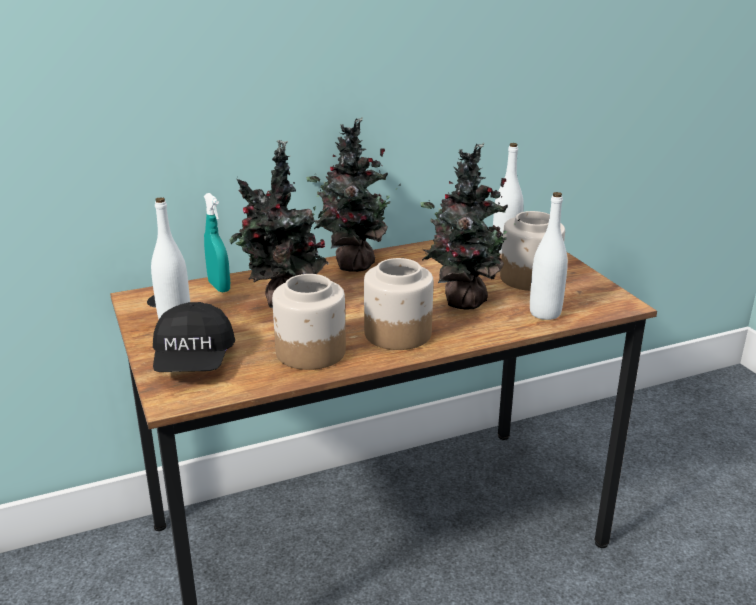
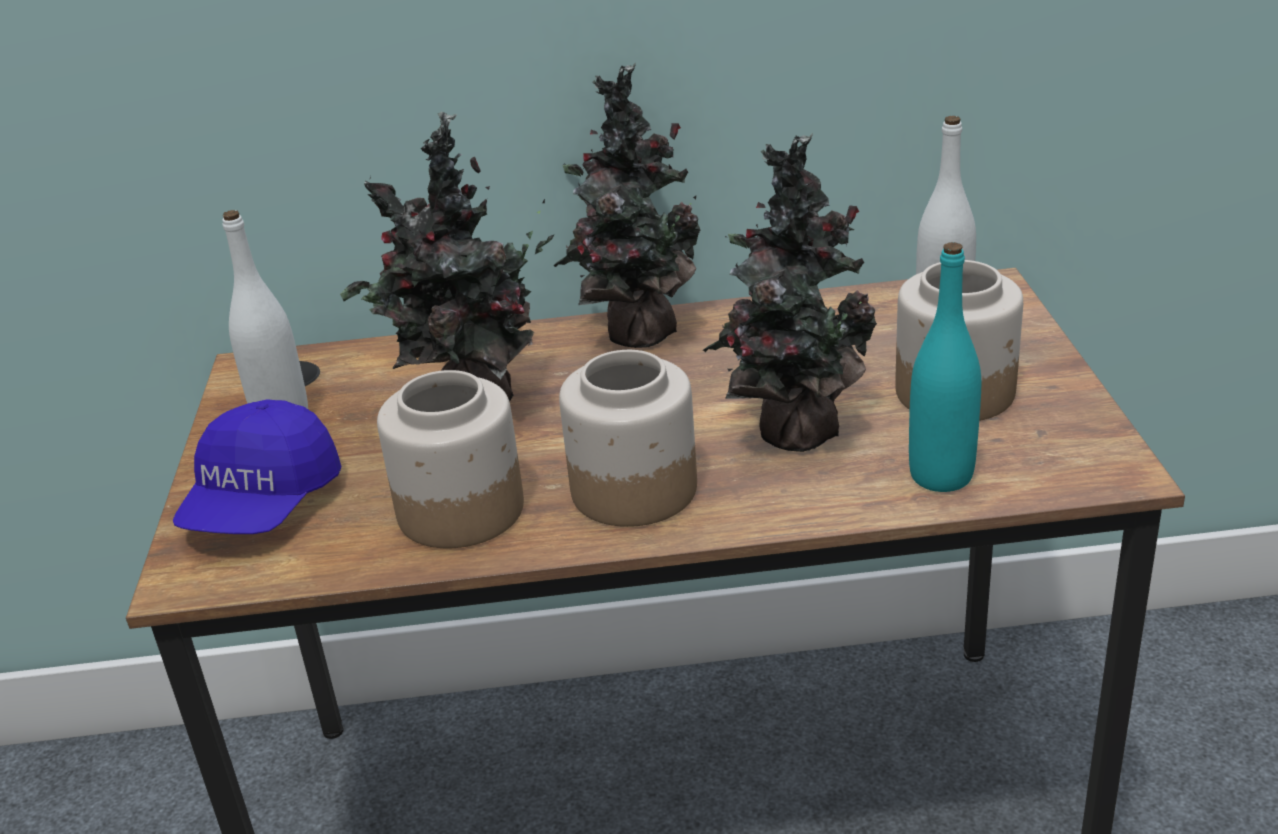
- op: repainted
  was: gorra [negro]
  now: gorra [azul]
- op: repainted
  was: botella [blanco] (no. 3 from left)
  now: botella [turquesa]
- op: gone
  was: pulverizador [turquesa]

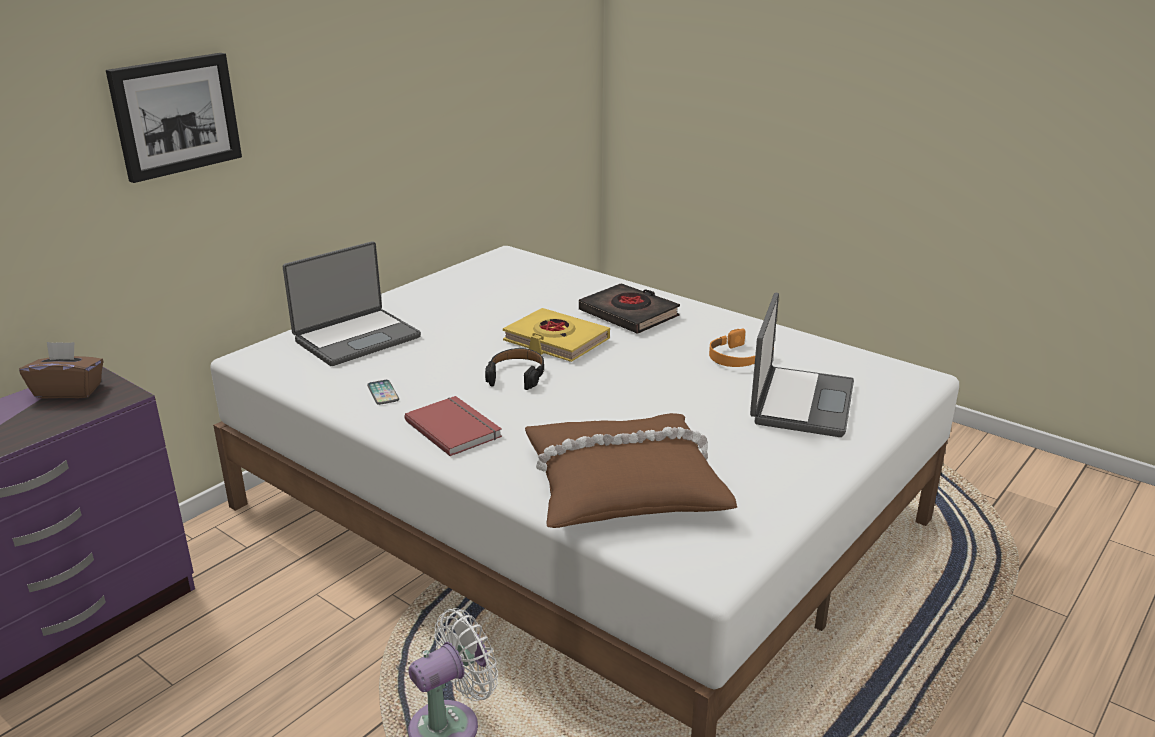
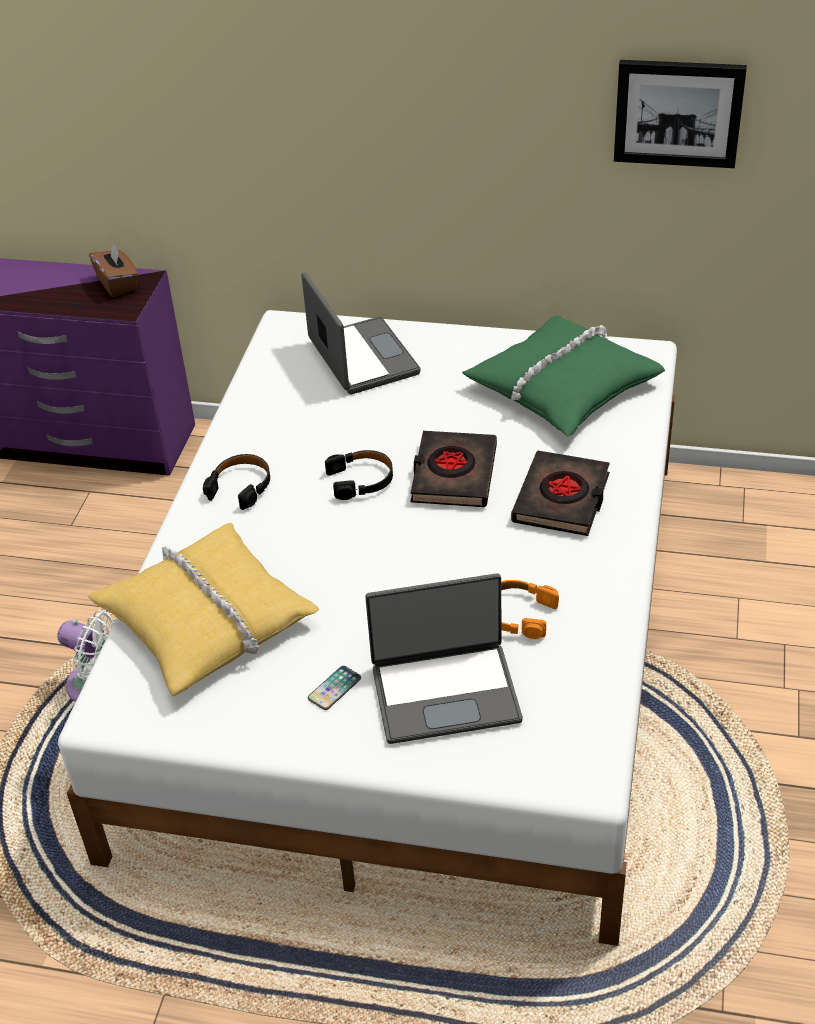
- op: repainted
  was: cojín [marrón]
  now: cojín [amarillo]
- op: swapped
  was: libro [rojo]
  now: auriculares [negro] (no. 1 from left)
- op: rotated
  was: portátil (no. 1 from left)
  clockwise: -135
- op: shifted
  was: móvil
- op: repainted
  was: libro [amarillo]
  now: libro [negro] (no. 1 from left)
- op: new
  now: cojín [verde]
- op: shifted
  was: cuadro

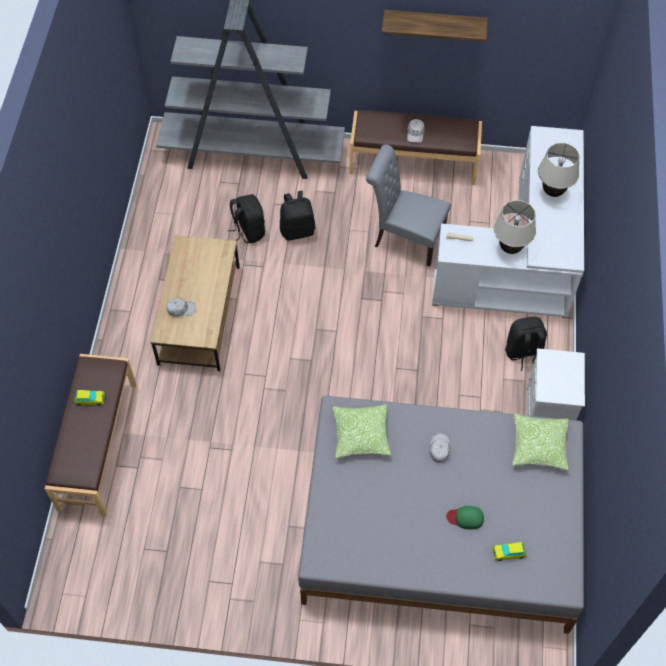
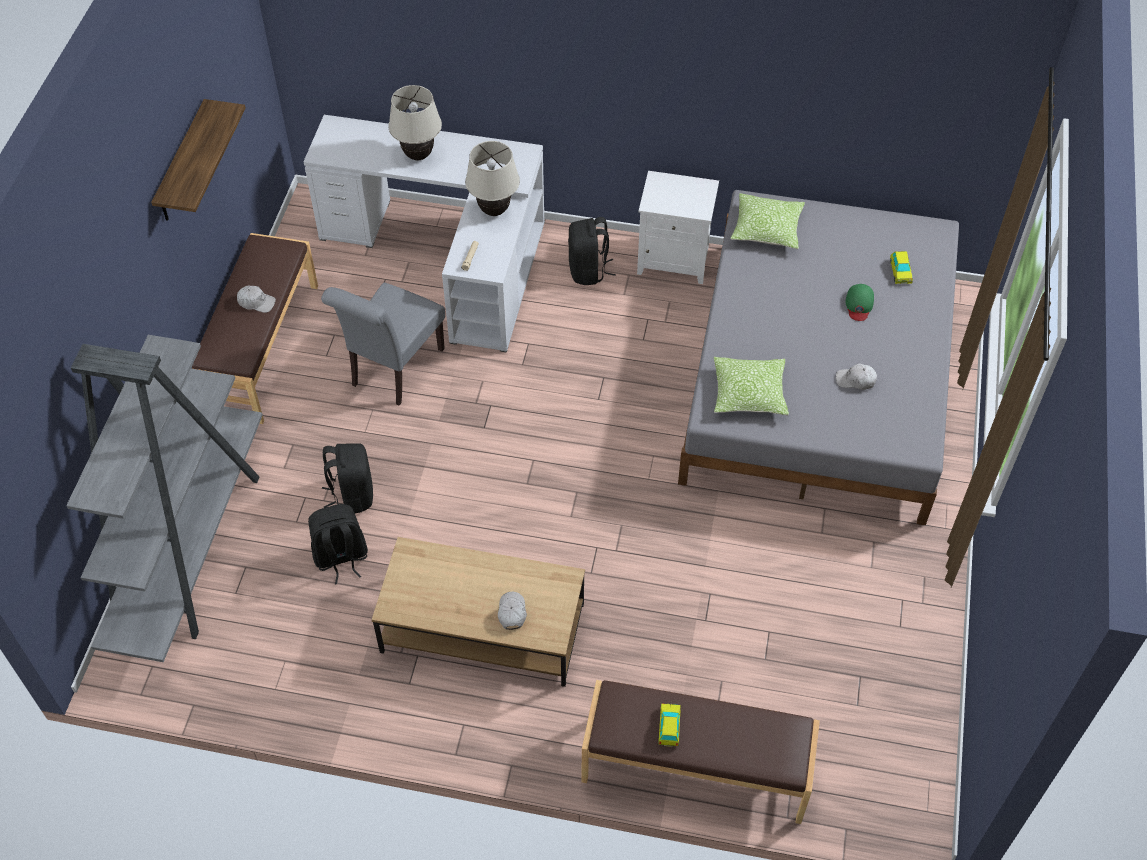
- op: shifted
  was: gorra [blanco] (no. 3 from left)

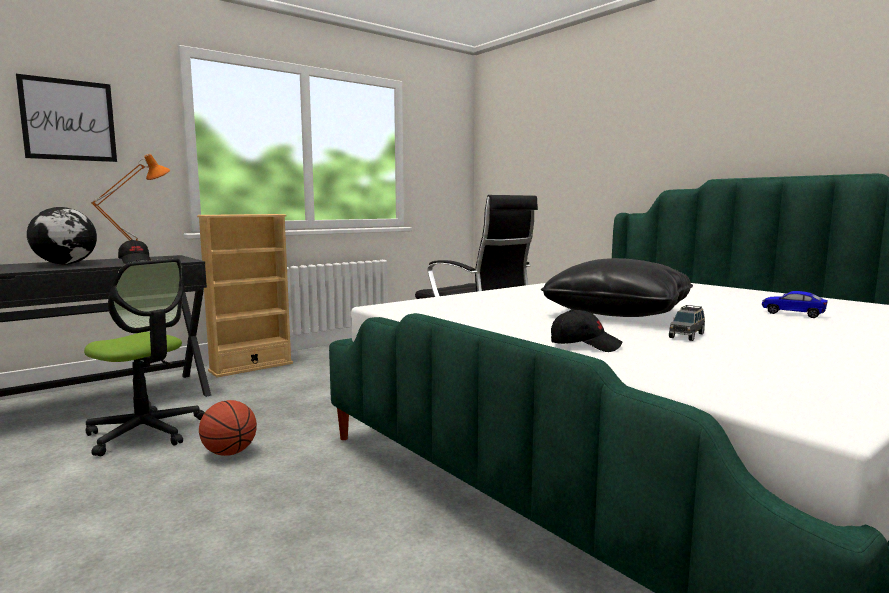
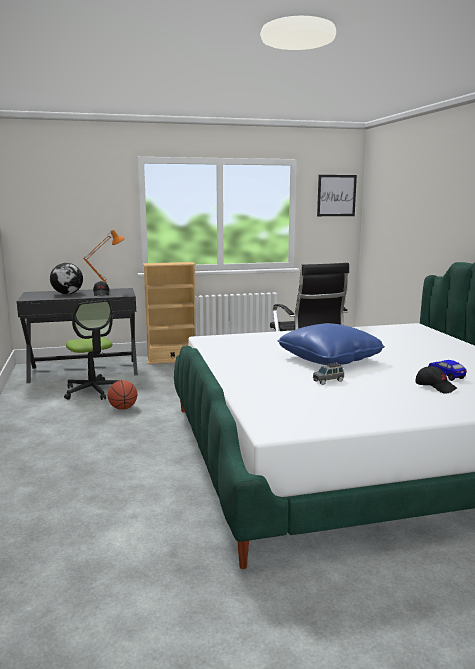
- op: repainted
  was: cojín [negro]
  now: cojín [azul]
- op: shifted
  was: cuadro
- op: shifted
  was: gorra [negro] (no. 2 from left)

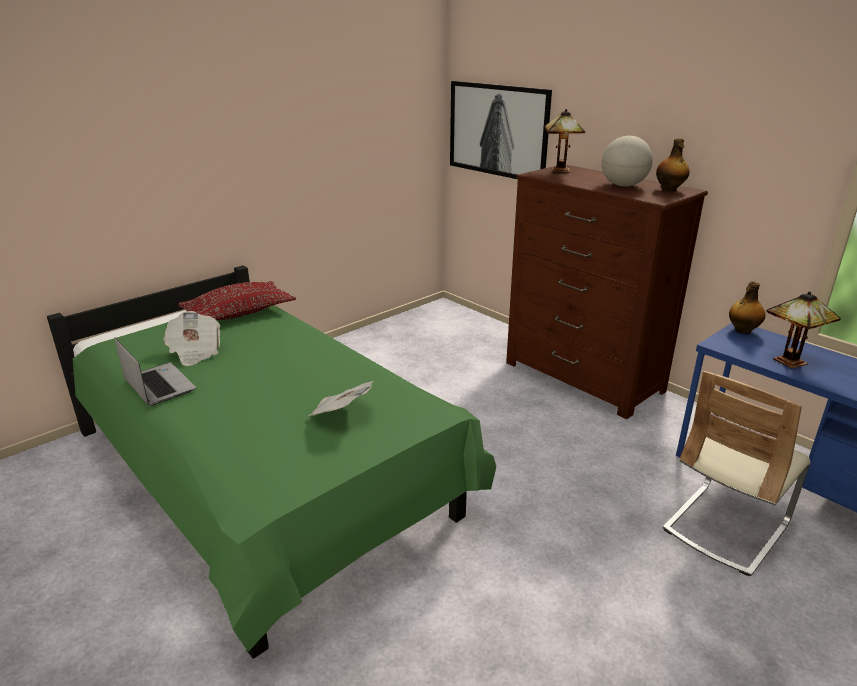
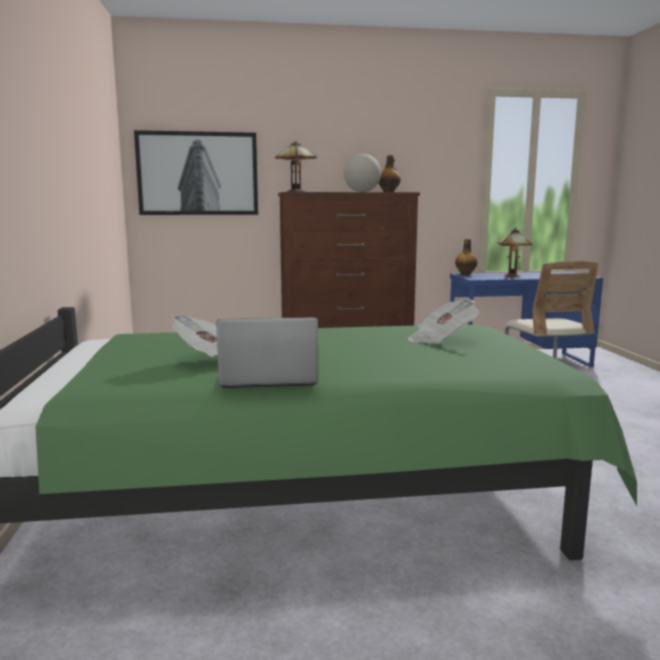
- op: gone
  was: cojín [rojo]

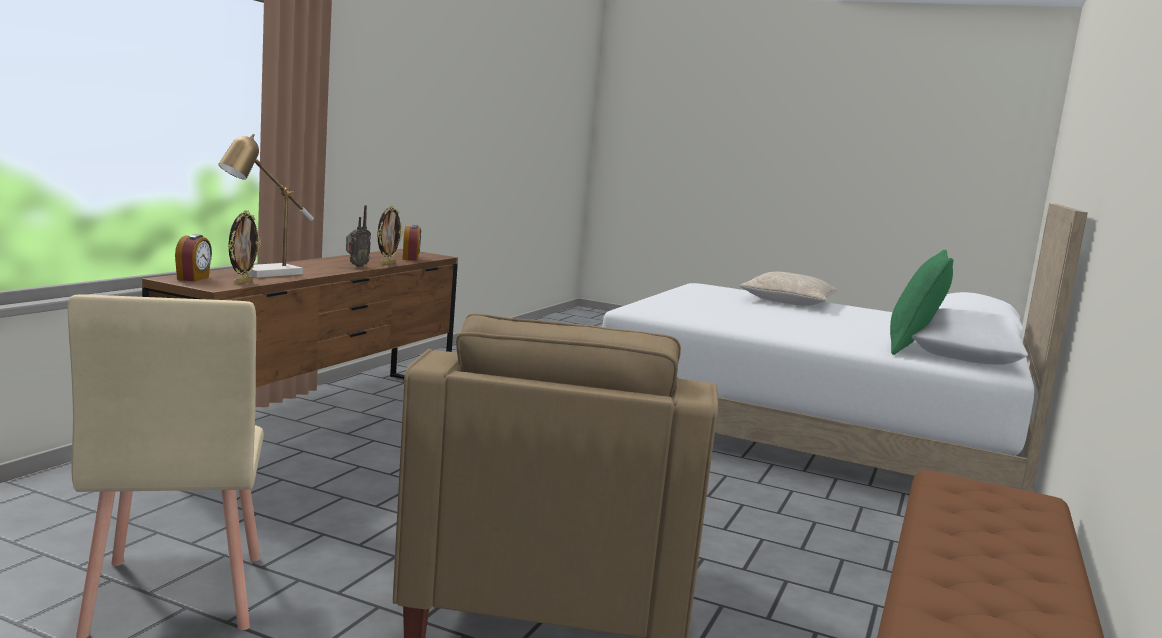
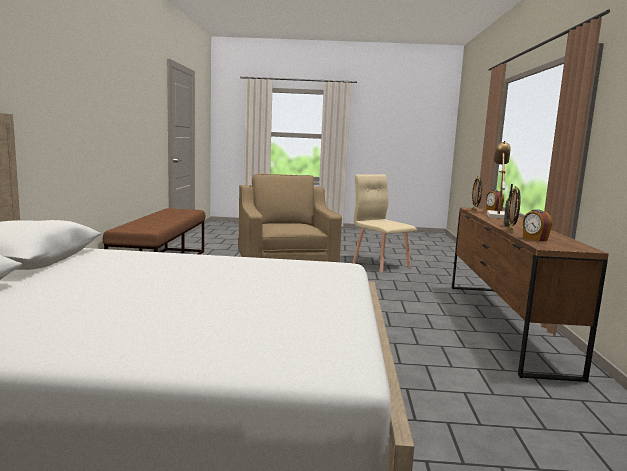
- op: gone
  was: cojín [beis]
- op: gone
  was: cojín [verde]

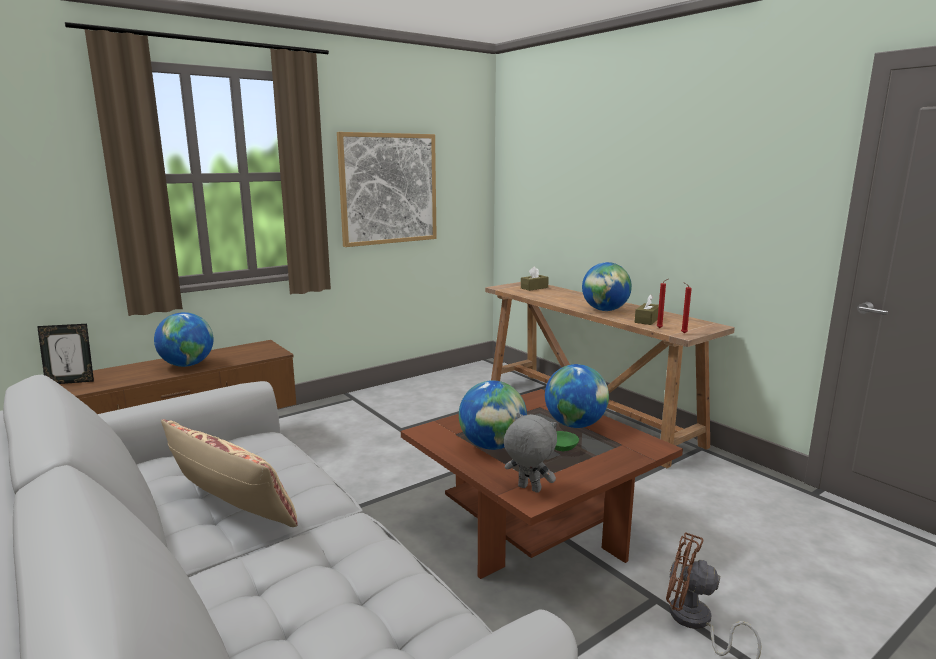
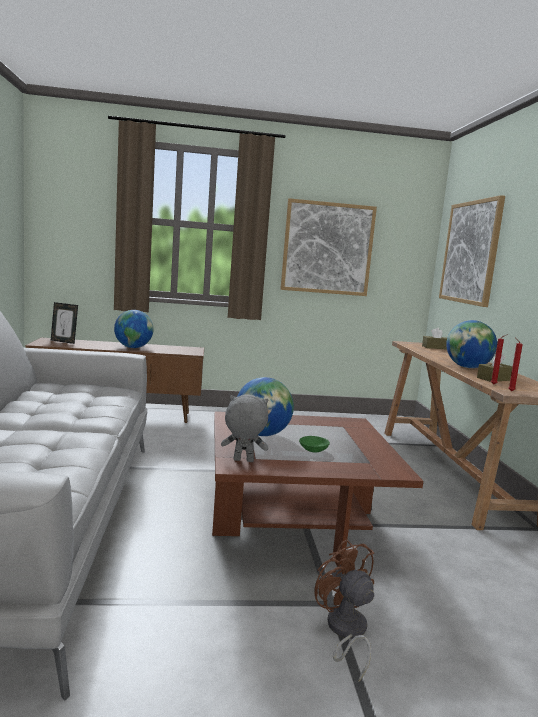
- op: rotated
  was: peluche [gris]
  clockwise: -60
- op: new
  now: cuadro (no. 2 from left)
- op: gone
  was: cojín [beis]
- op: gone
  was: globo terráqueo (no. 3 from left)

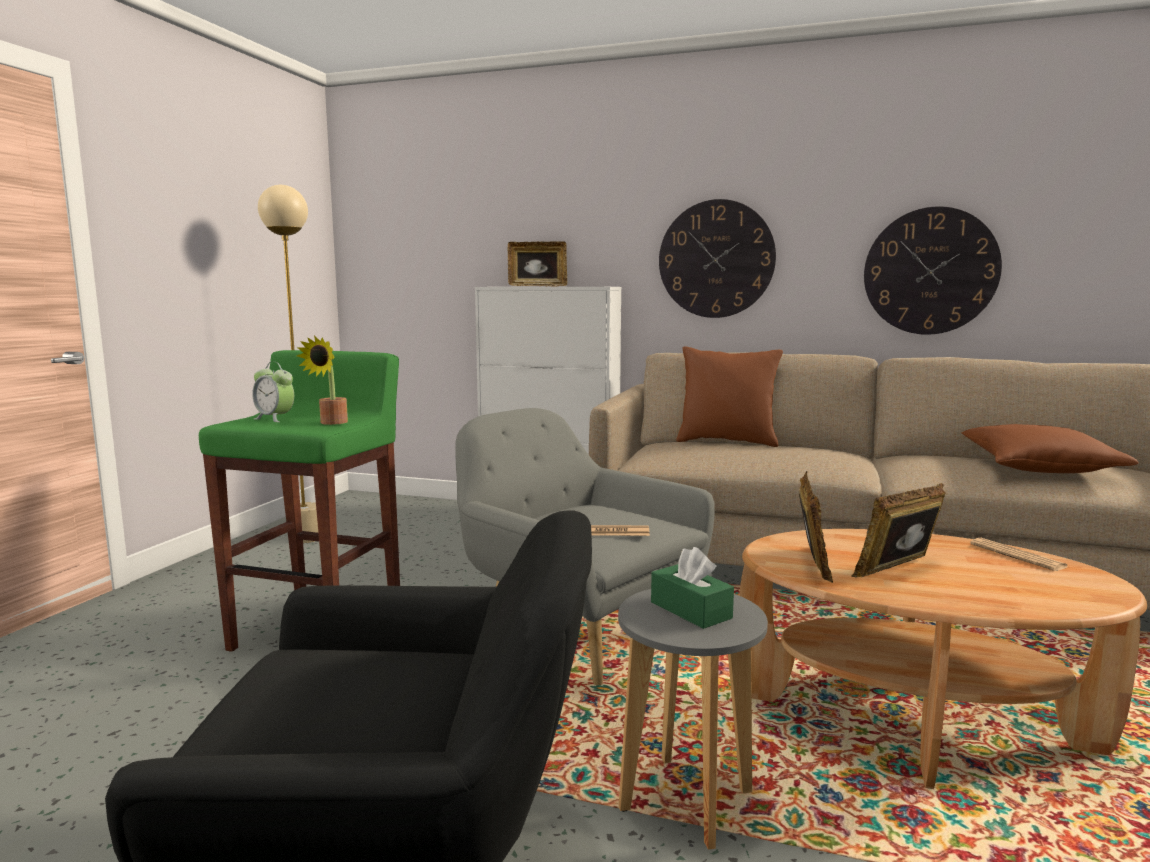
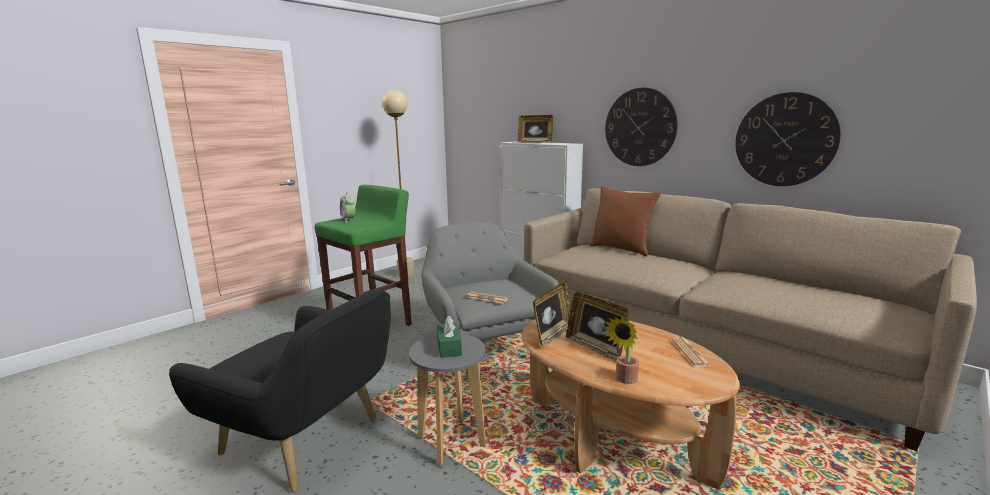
- op: rotated
  was: portarretratos (no. 3 from left)
  clockwise: -120
- op: shifted
  was: planta en maceta
- op: gone
  was: cojín [marrón] (no. 2 from left)

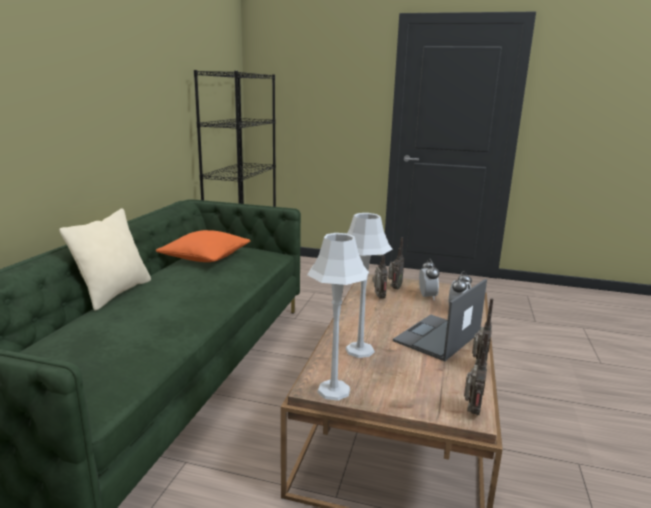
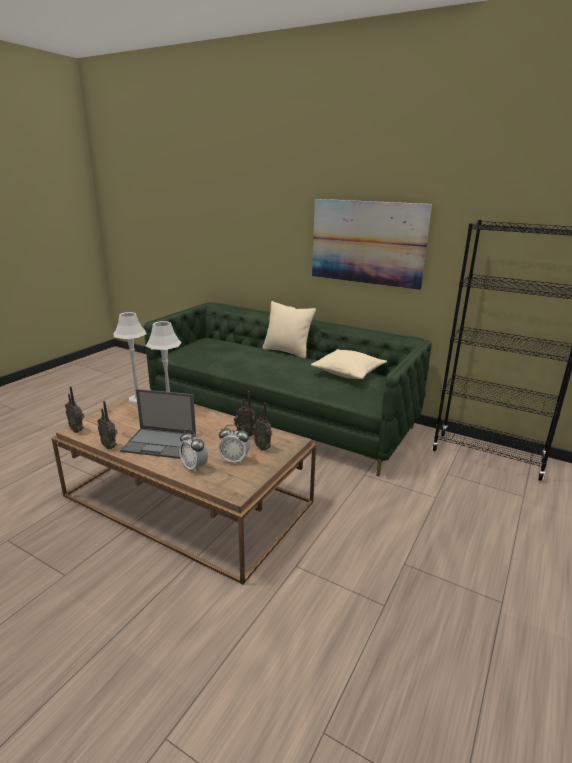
- op: rotated
  was: portátil
  clockwise: 135
- op: repainted
  was: cojín [naranja]
  now: cojín [beis] (no. 2 from left)
- op: new
  now: cuadro

